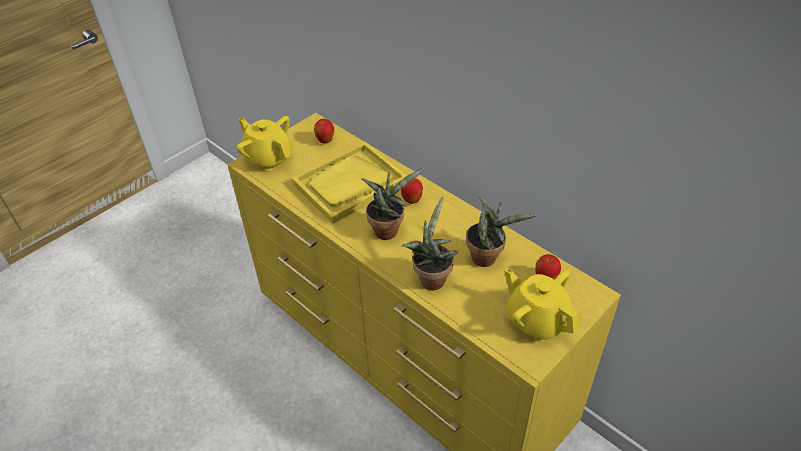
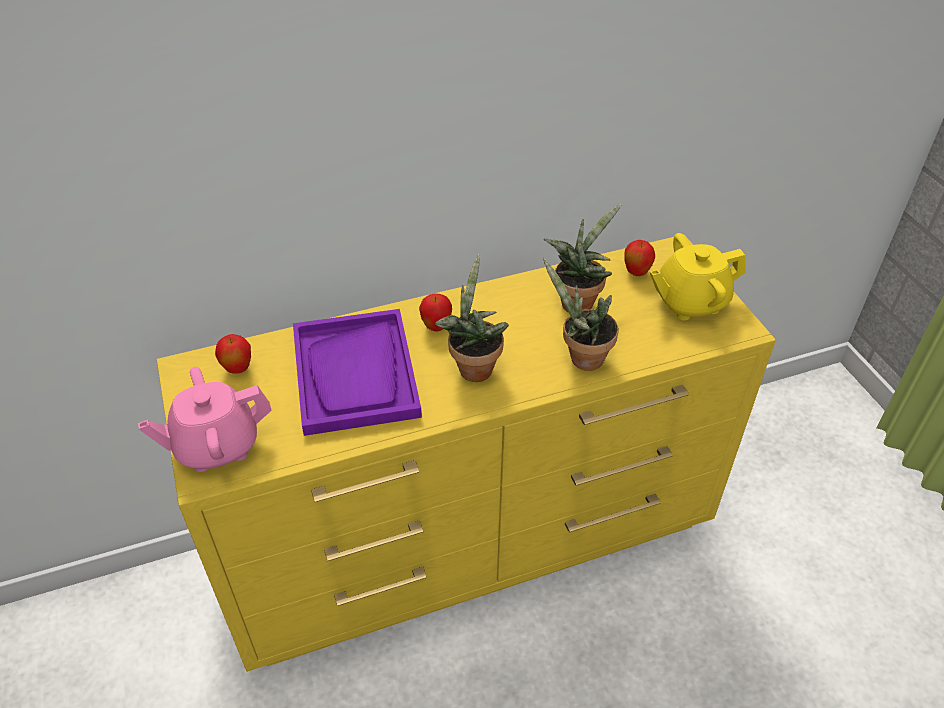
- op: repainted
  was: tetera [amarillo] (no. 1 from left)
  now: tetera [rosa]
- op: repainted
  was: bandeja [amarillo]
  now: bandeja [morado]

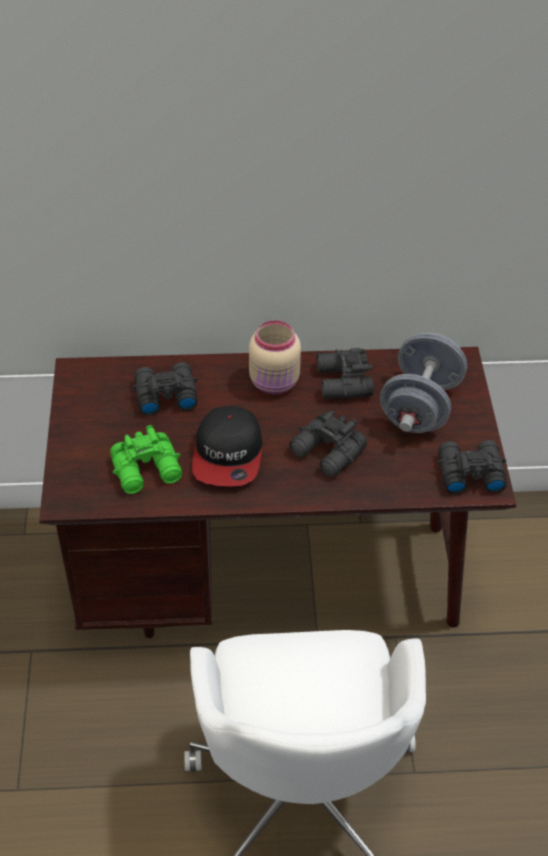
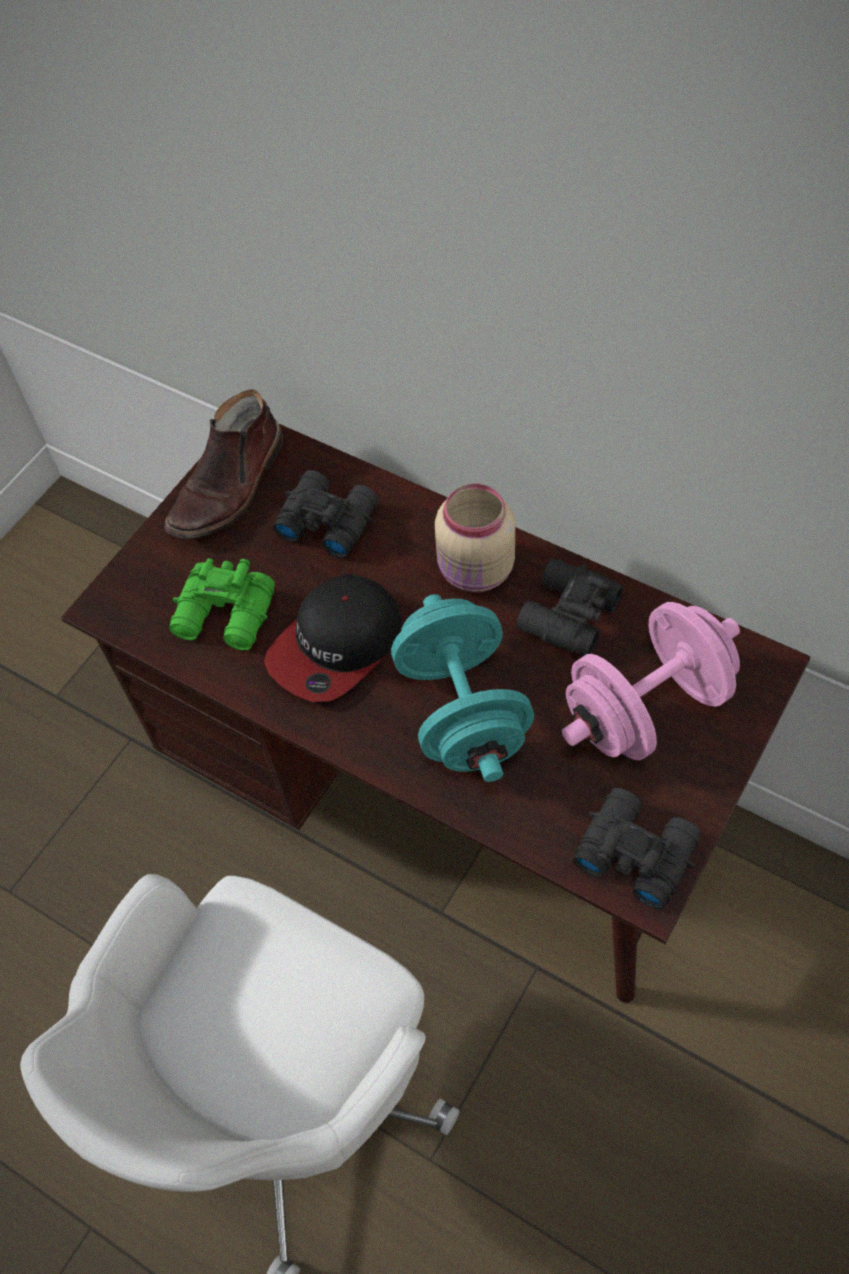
- op: new
  now: bota [marrón]
- op: swapped
  was: prismáticos [negro] (no. 2 from left)
  now: mancuerna [turquesa]
- op: repainted
  was: mancuerna [gris]
  now: mancuerna [rosa]

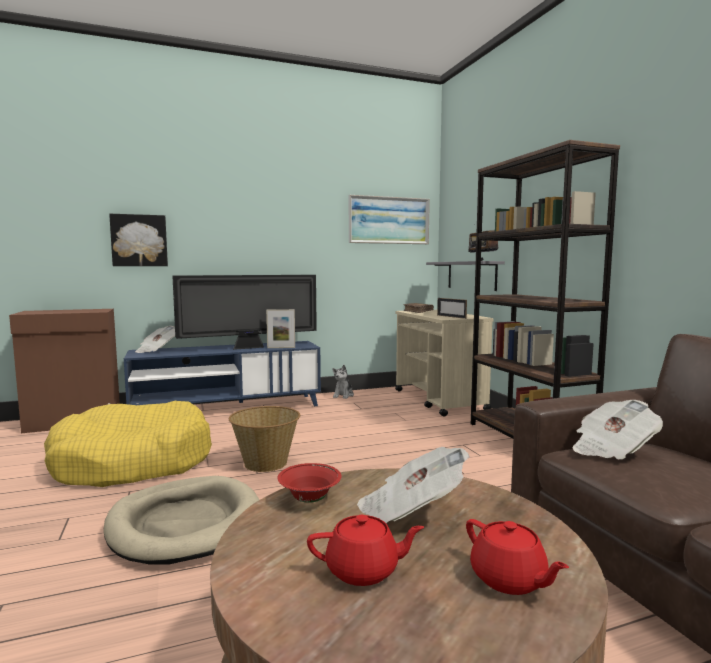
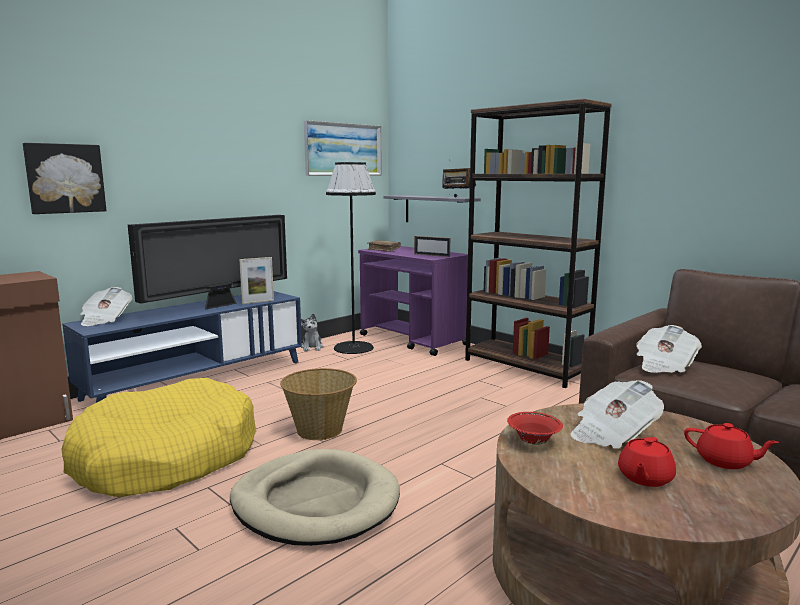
- op: new
  now: lámpara de pie [negro]
- op: repainted
  was: carrito [beis]
  now: carrito [morado]
- op: rotated
  was: tetera [rojo] (no. 1 from left)
  clockwise: 150

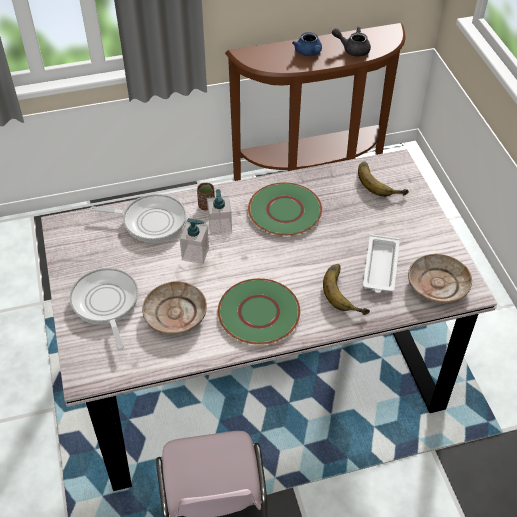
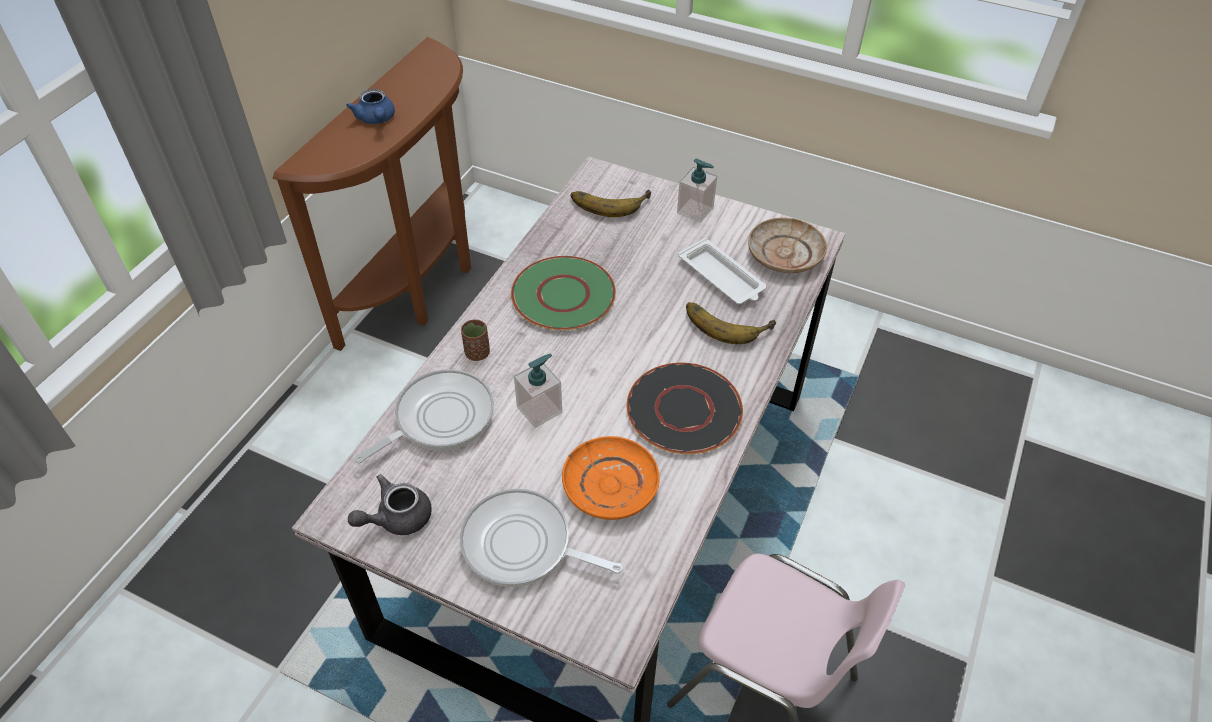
- op: rotated
  was: tetera [azul]
  clockwise: 45
- op: shifted
  was: tetera [gris]
- op: repainted
  was: plato [beis] (no. 1 from left)
  now: plato [naranja]
- op: repainted
  was: plato [verde] (no. 1 from left)
  now: plato [negro]
- op: shifted
  was: dispensador de jabón (no. 2 from left)

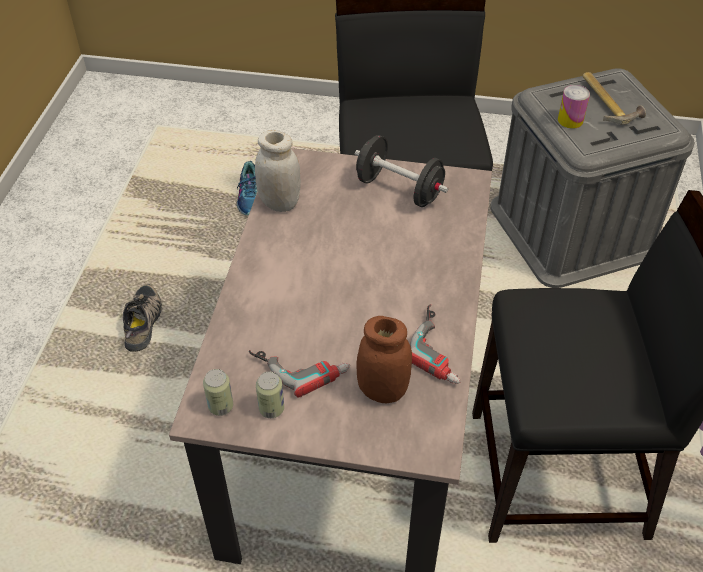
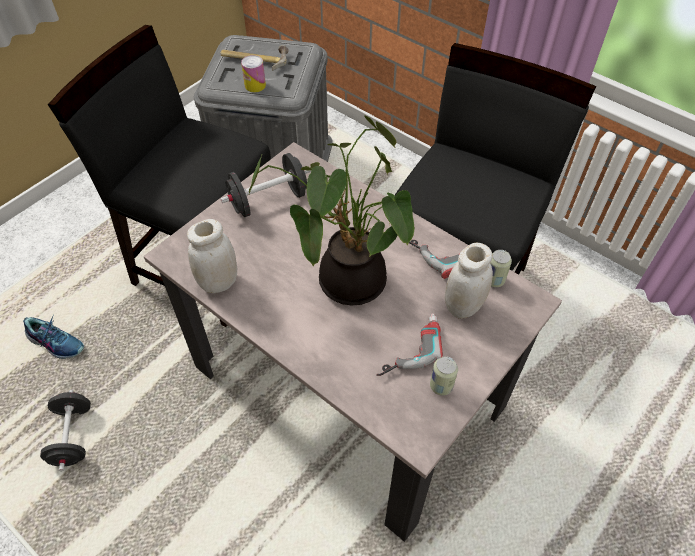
- op: new
  now: mancuerna [negro] (no. 1 from left)
- op: new
  now: planta en maceta
- op: repainted
  was: tarro [marrón]
  now: tarro [blanco] (no. 2 from left)
- op: shifted
  was: lata (no. 1 from left in the first image)
  now: lata (no. 3 from left)
- op: gone
  was: zapato (no. 1 from left)

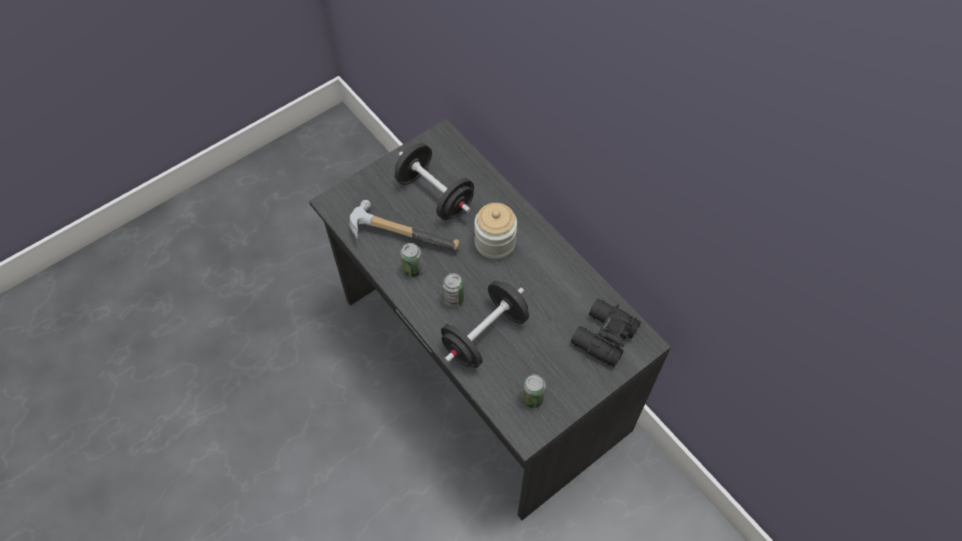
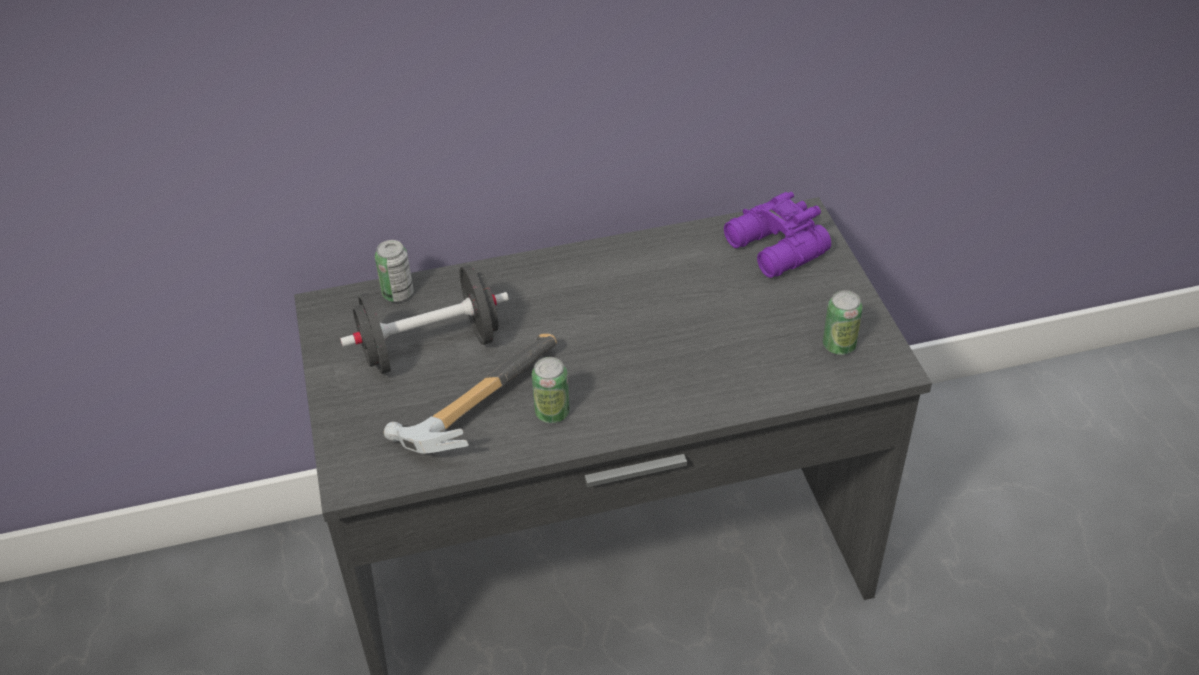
- op: shifted
  was: lata (no. 2 from left in the first image)
  now: lata (no. 1 from left)
- op: repainted
  was: prismáticos [negro]
  now: prismáticos [morado]
- op: gone
  was: mancuerna [negro] (no. 2 from left)
- op: gone
  was: tarro

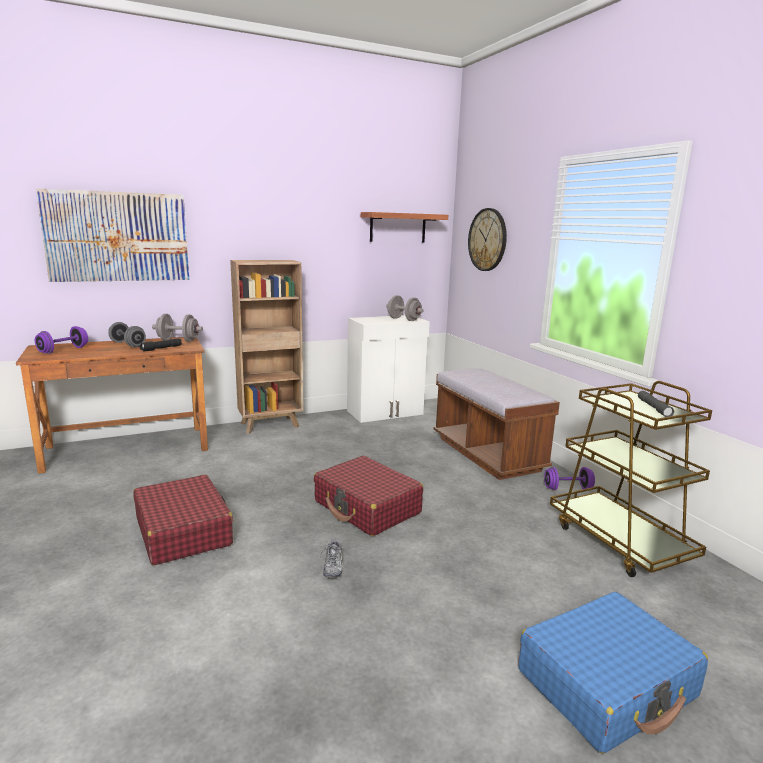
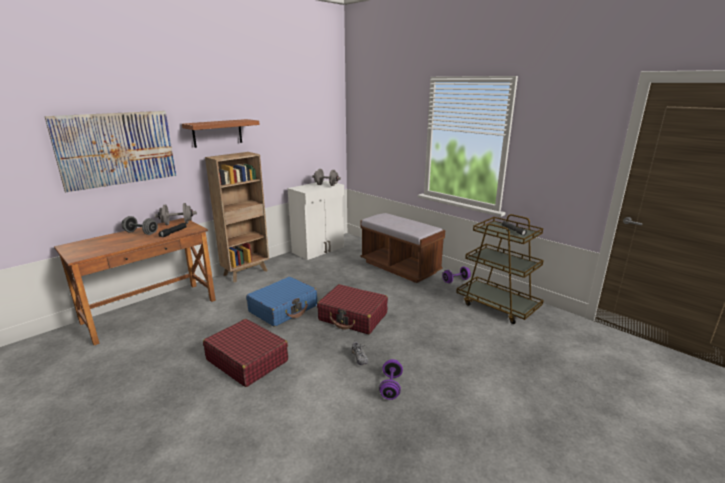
- op: shifted
  was: estante
- op: shifted
  was: maleta [azul]
- op: shifted
  was: mancuerna [morado] (no. 1 from left)
- op: gone
  was: reloj de pared

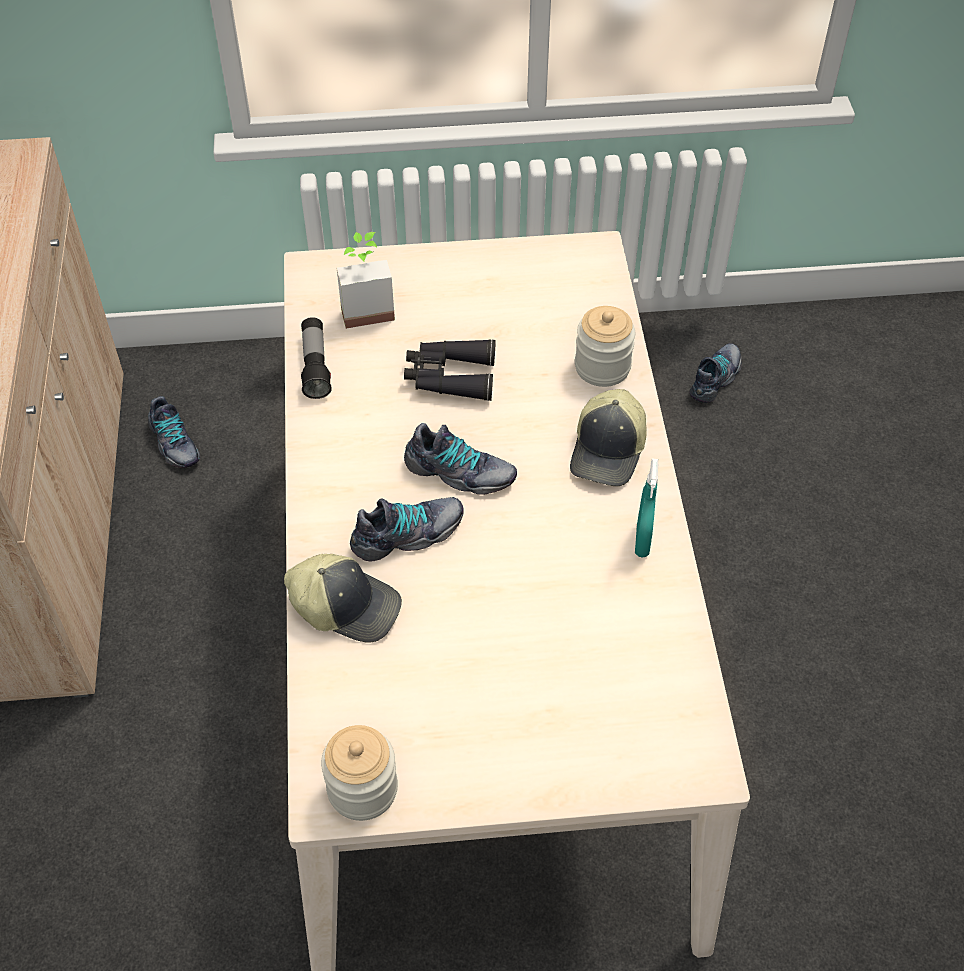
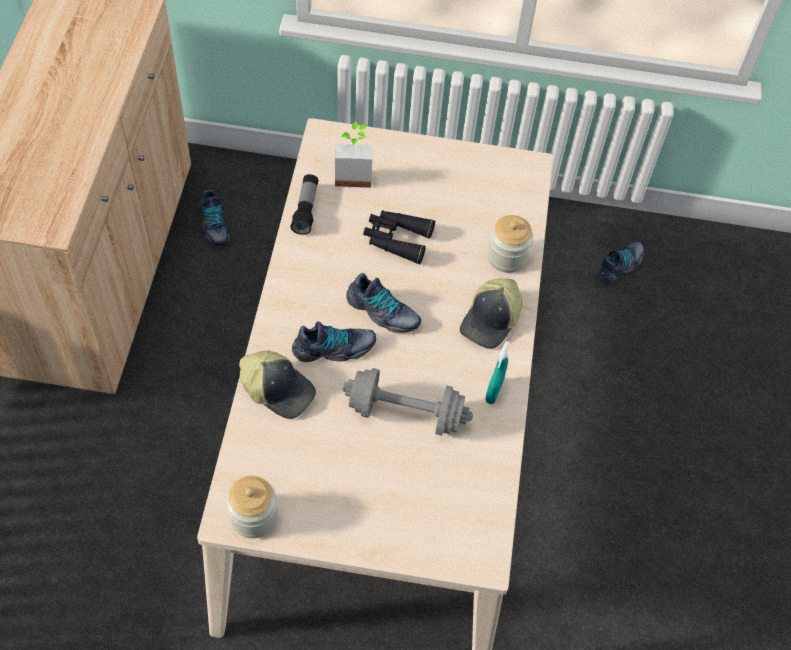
- op: new
  now: mancuerna [gris]

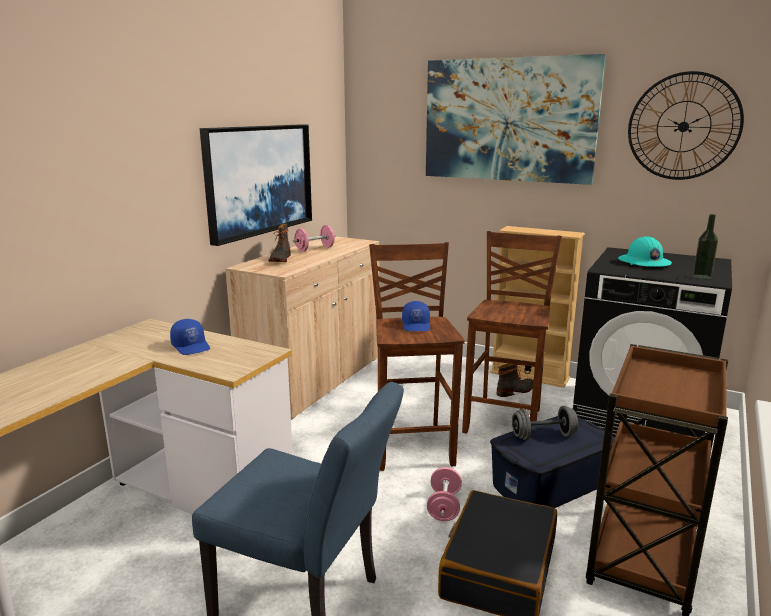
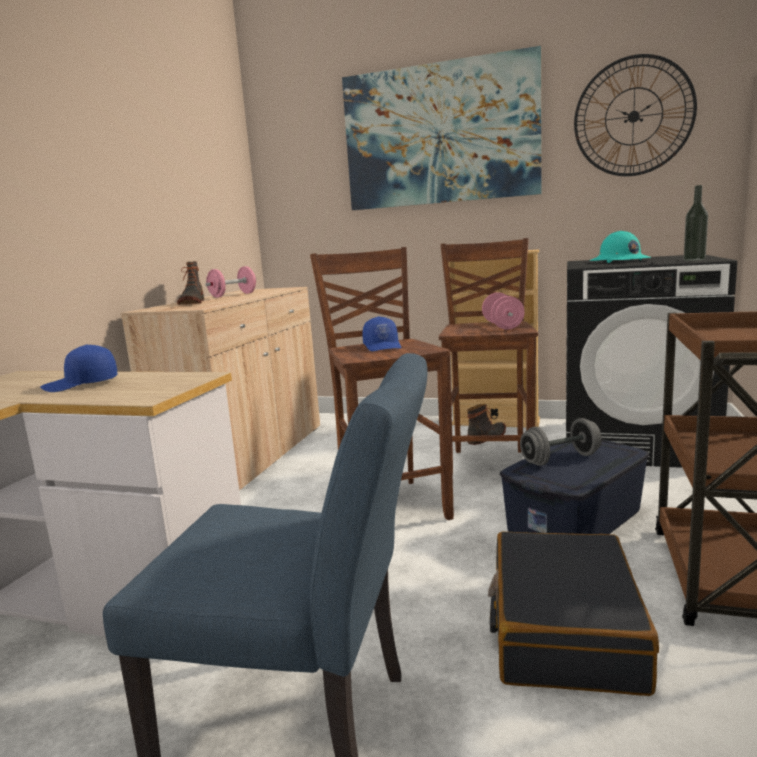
- op: rotated
  was: gorra [azul] (no. 1 from left)
  clockwise: 120
- op: shifted
  was: mancuerna [rosa] (no. 2 from left)
- op: gone
  was: cuadro (no. 1 from left)

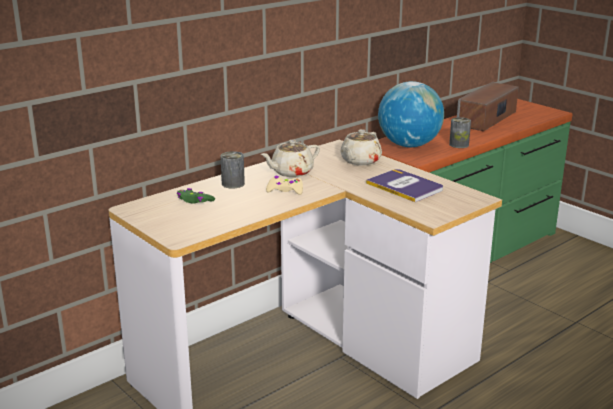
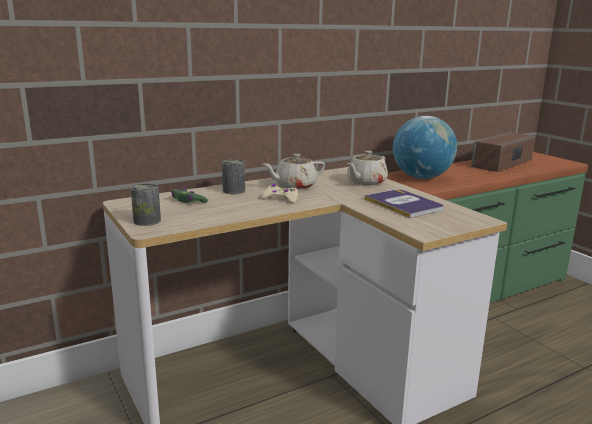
- op: shifted
  was: lata (no. 2 from left in the first image)
  now: lata (no. 1 from left)

